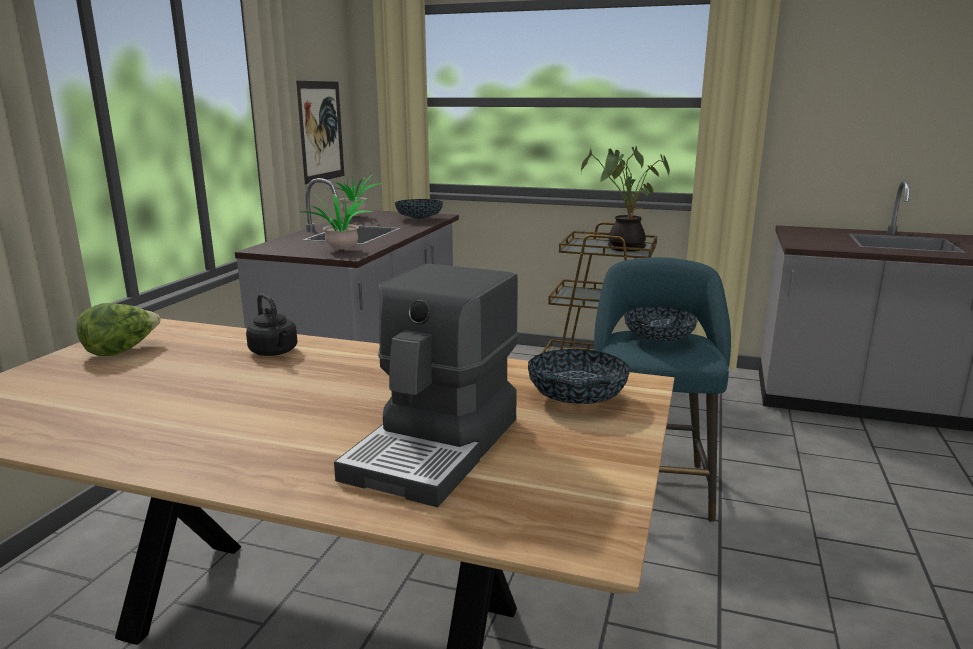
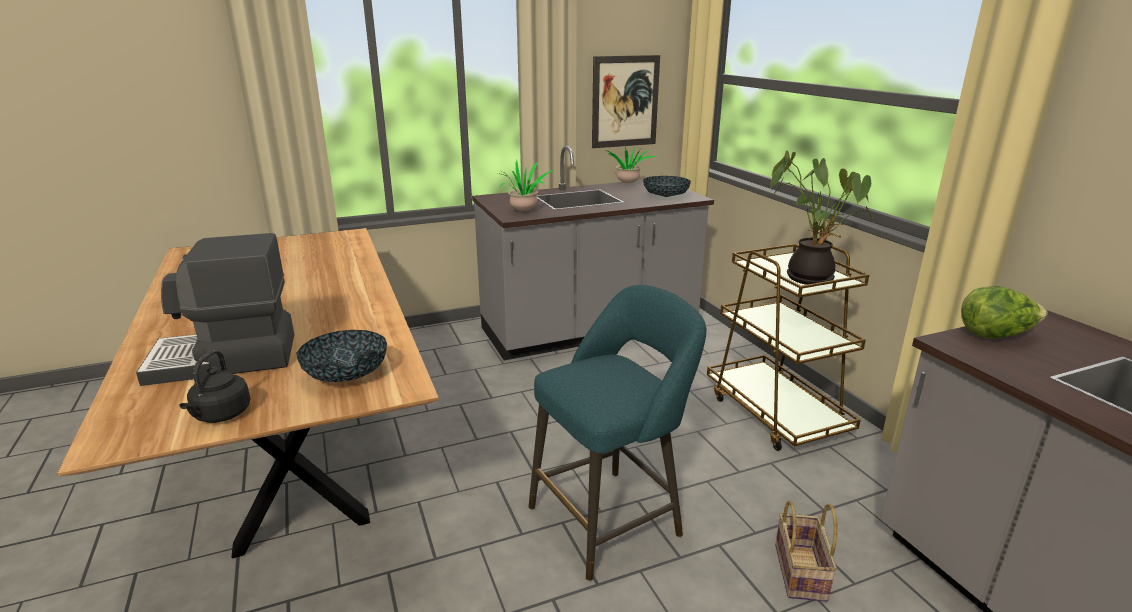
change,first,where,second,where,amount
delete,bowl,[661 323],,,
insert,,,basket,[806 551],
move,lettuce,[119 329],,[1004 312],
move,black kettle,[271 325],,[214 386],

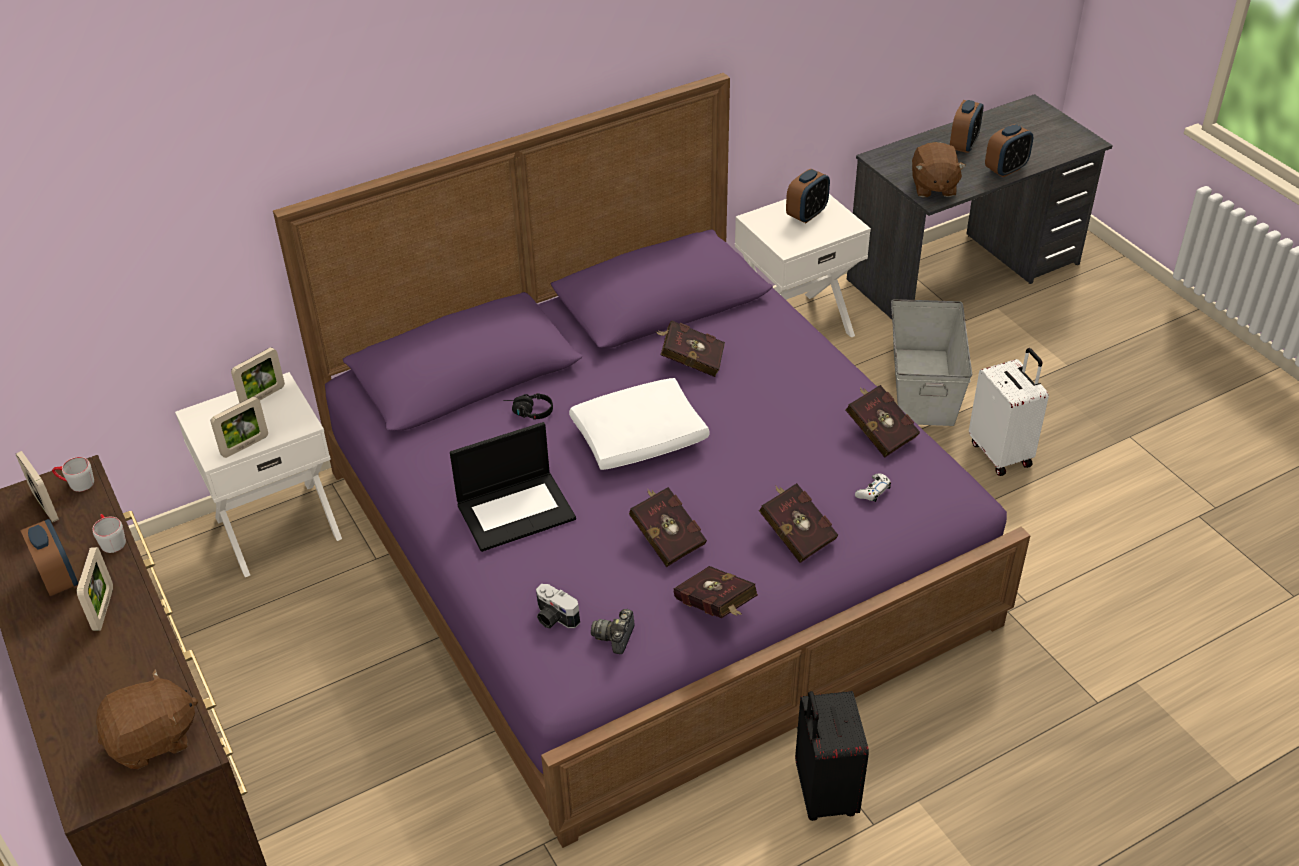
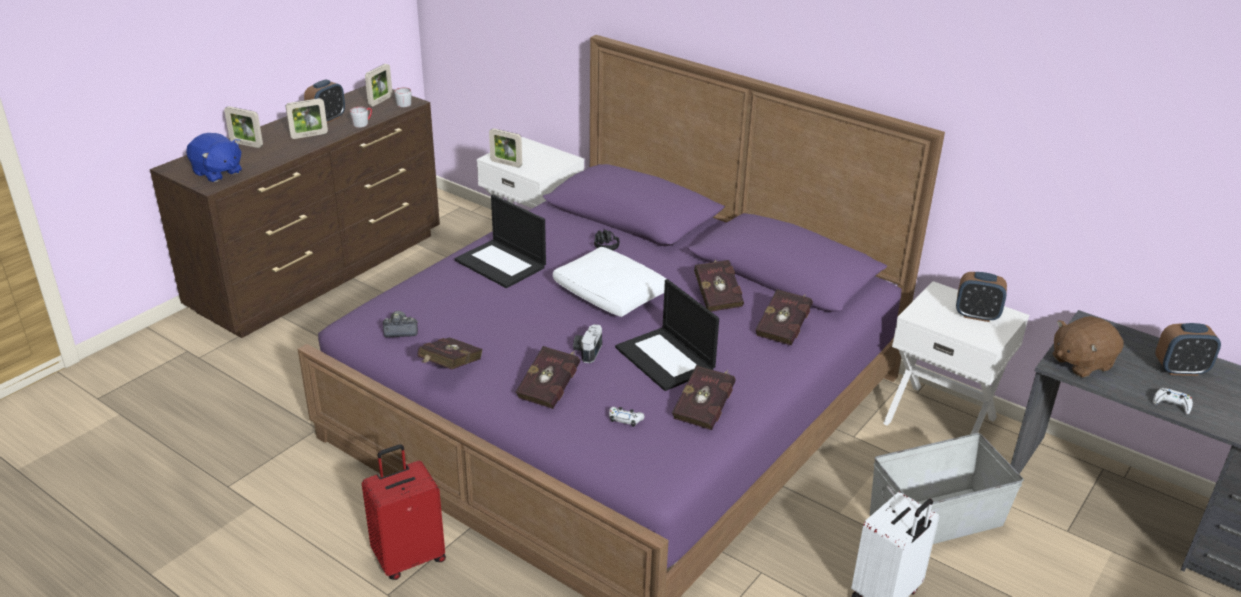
change,first,where,second,where,amount
insert,,,laptop,[667 335],
move,picture frame,[258 375],,[243 127],
move,photo camera,[558 606],,[587 343],
move,red book,[667 527],,[784 317],
replace,alarm clock,[1009 150],white game controller,[1173 401],
recolor,brown plush toy,[147 719],blue plush toy,[214 157],
recolor,black suitcase,[832 756],red suitcase,[404 512],

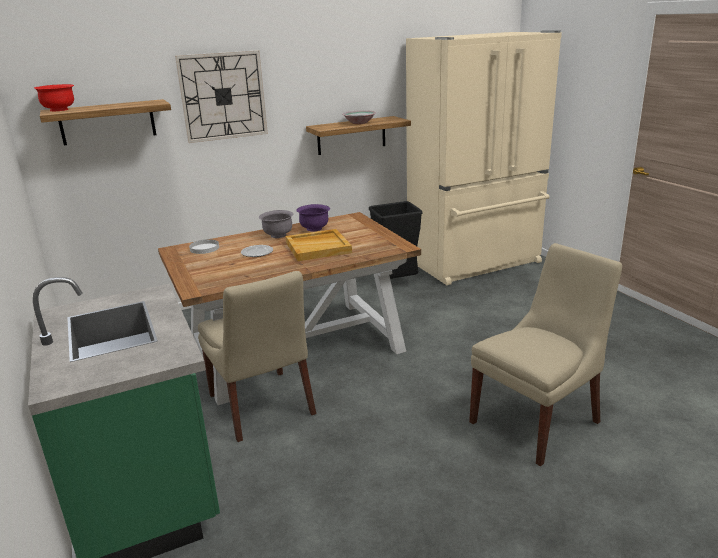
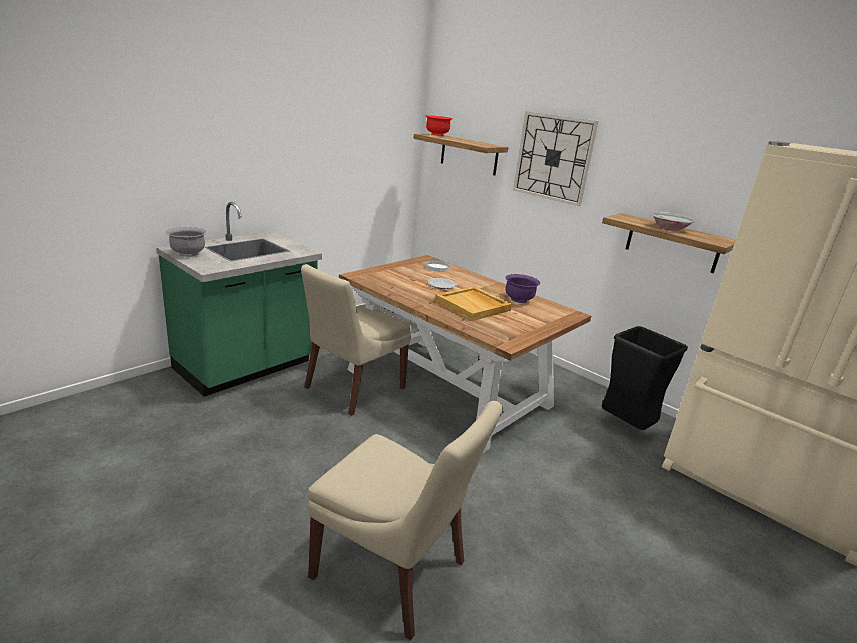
change,first,where,second,where,amount
move,grey bowl,[276 224],,[186 242],

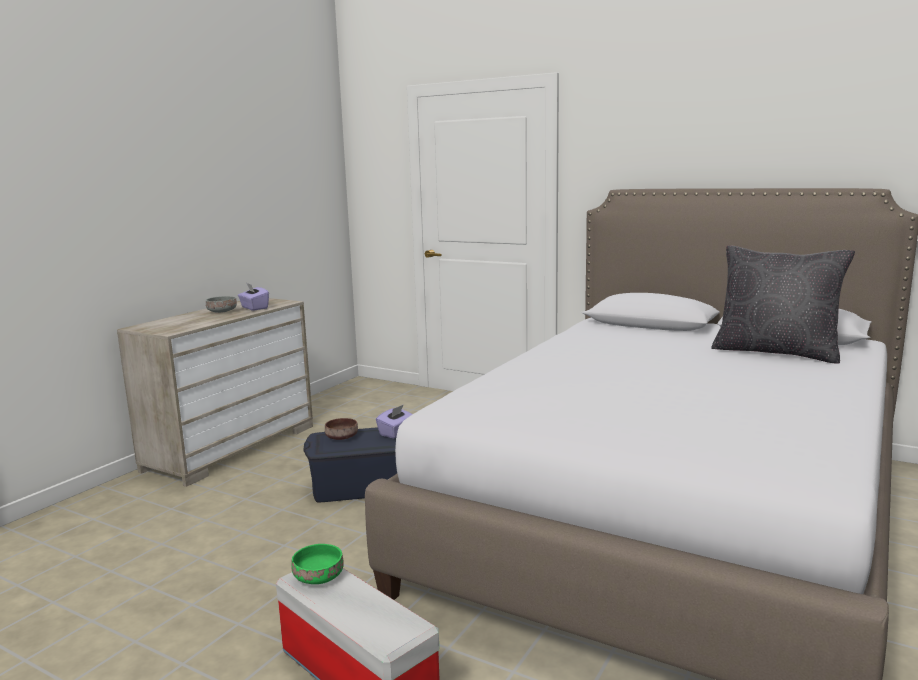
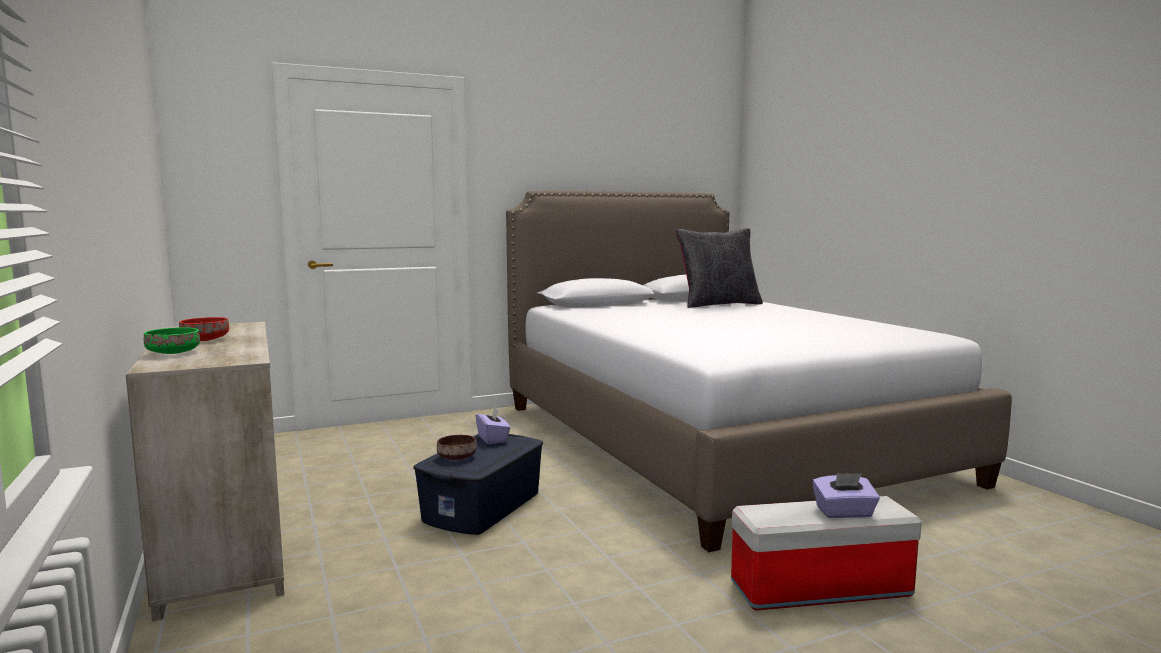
change,first,where,second,where,amount
move,purple tissue box,[253 297],,[846 495],
move,green bowl,[317 564],,[172 341],
recolor,grey bowl,[221 304],red bowl,[204 329],

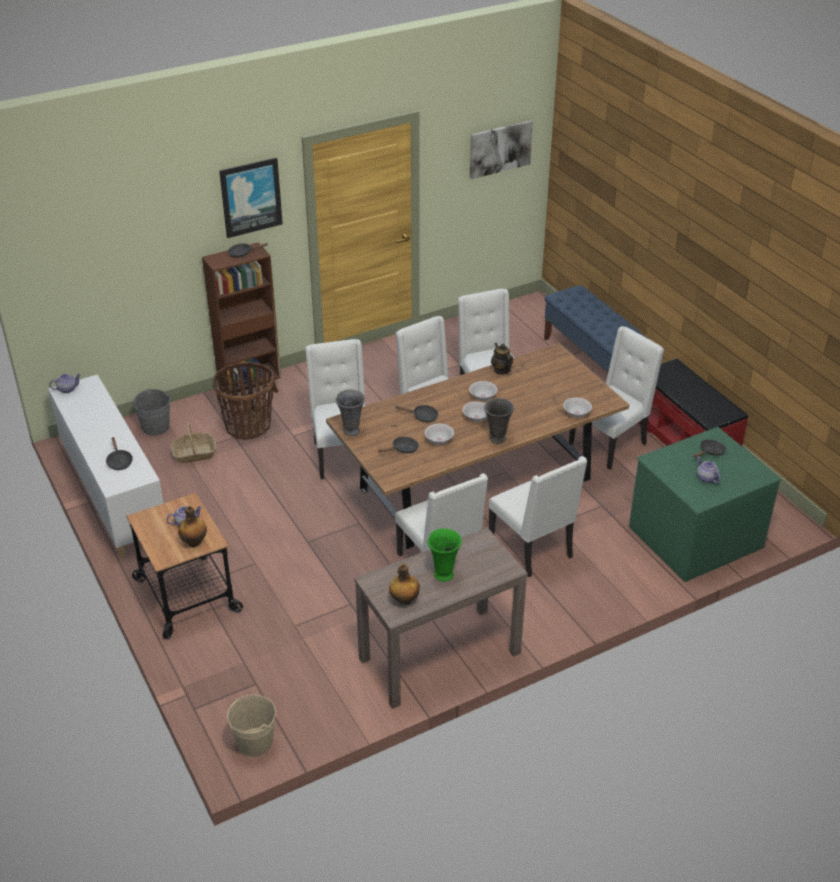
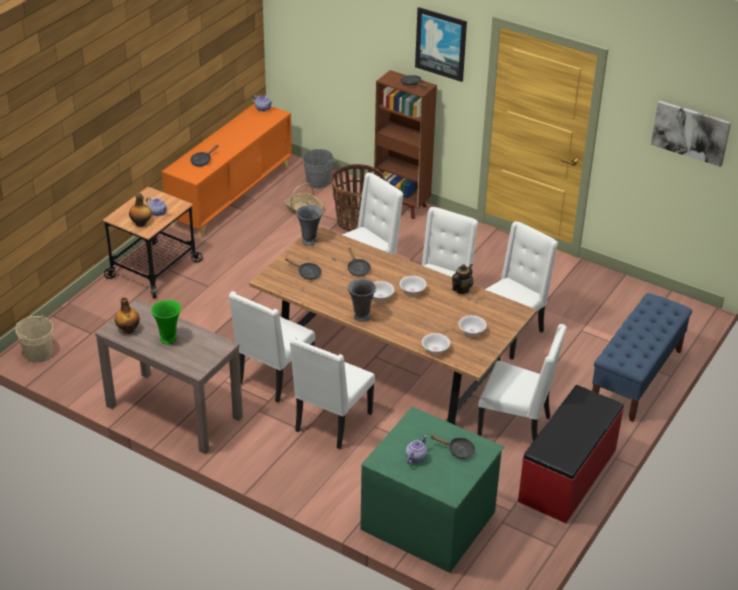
change,first,where,second,where,amount
move,white bowl,[439 434],,[472 325],
recolor,white cabinet,[106 465],orange cabinet,[226 170],

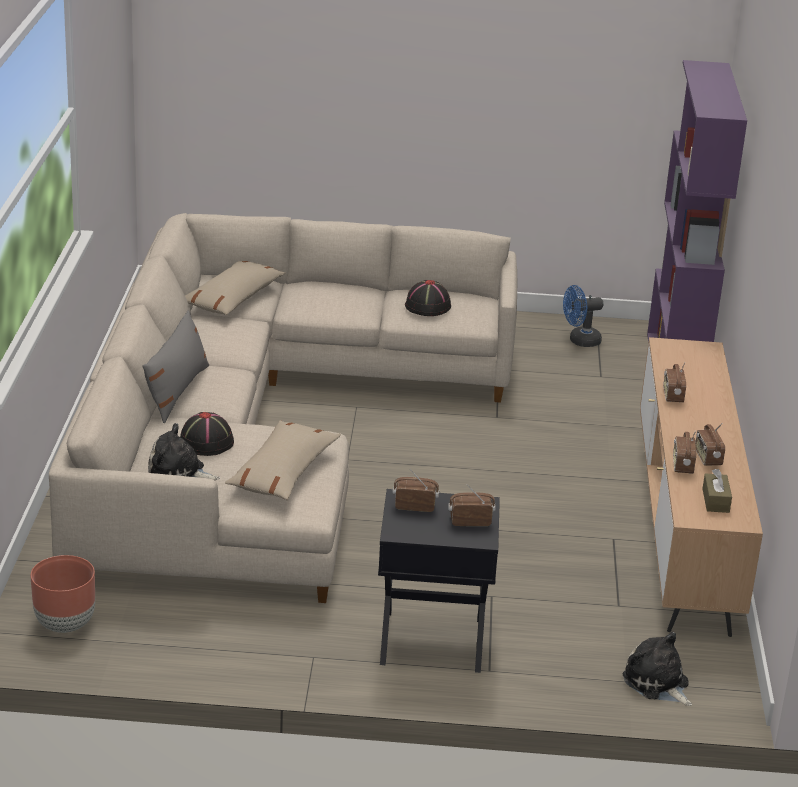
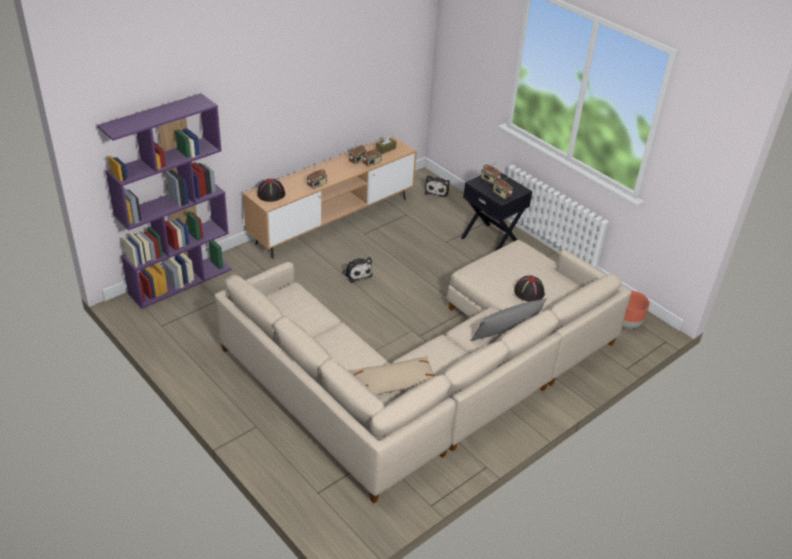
change,first,where,second,where,amount
delete,beige pillow,[283 460],,,
delete,blue fan,[583 316],,,
move,plush toy,[184 451],,[357 270],
move,black hat,[428 298],,[271 190],

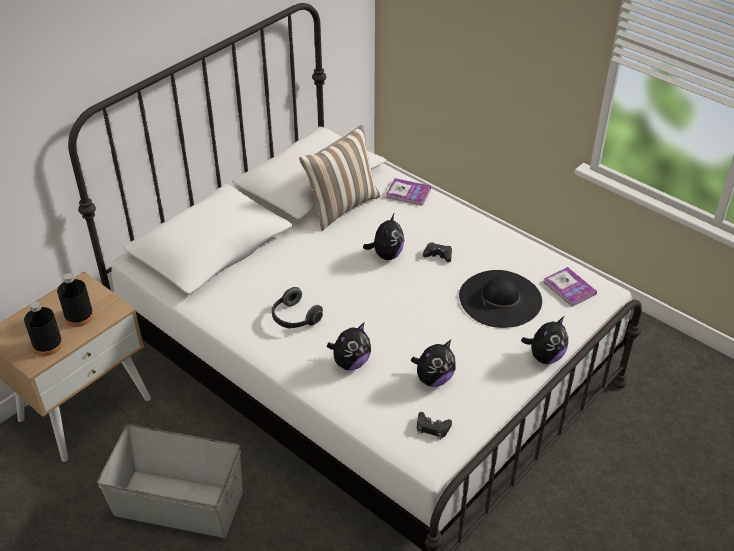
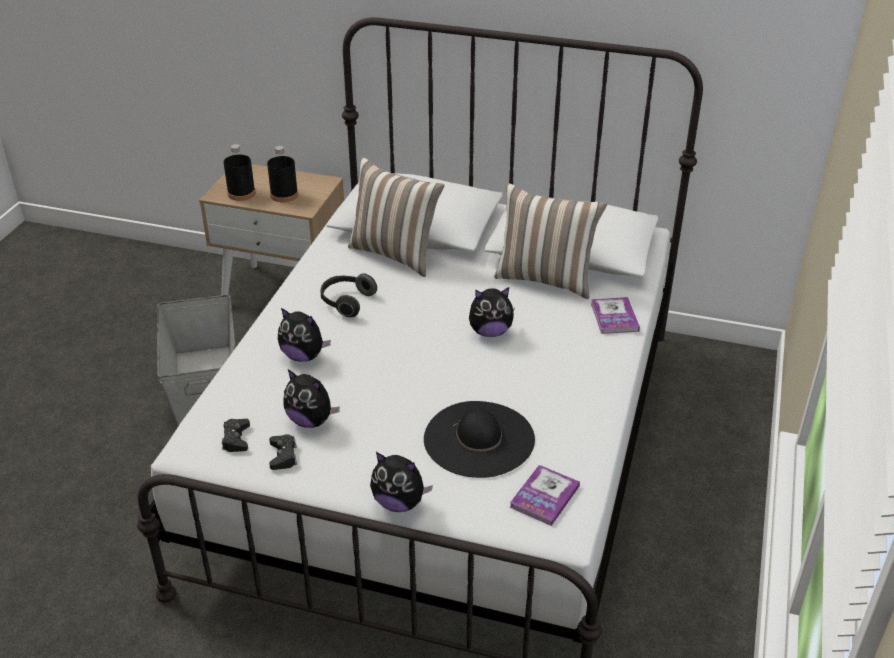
change,first,where,second,where,amount
insert,,,pillow,[396 217],
move,black game controller,[437 252],,[283 452],

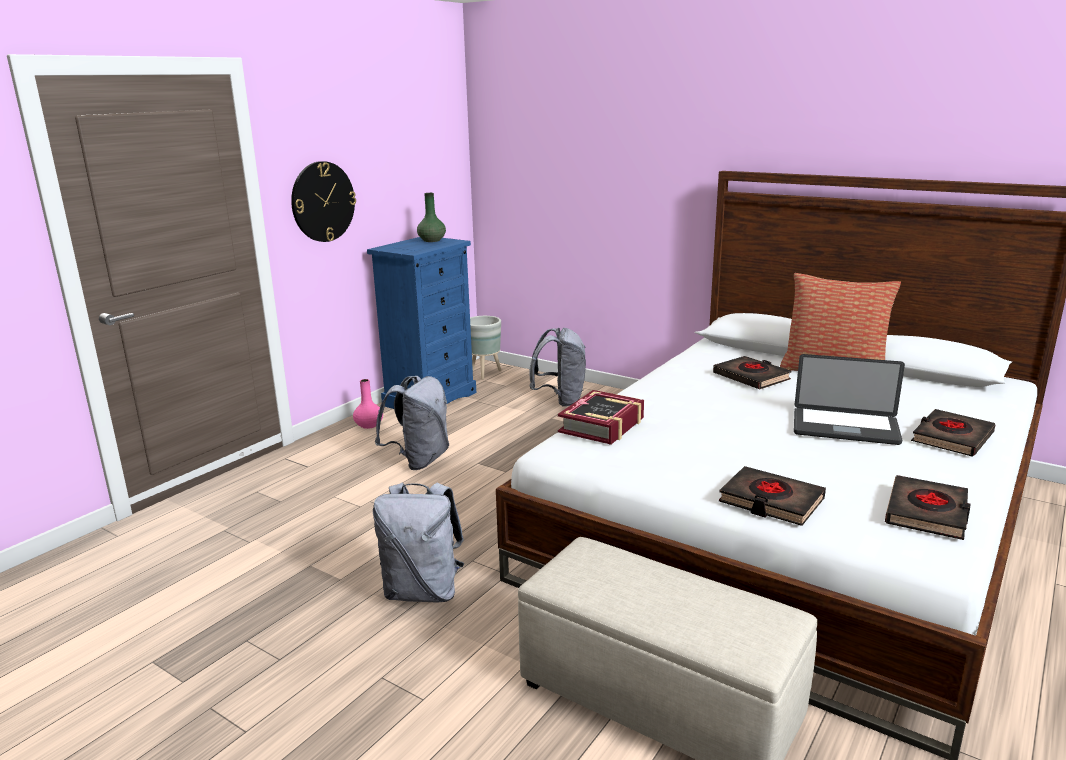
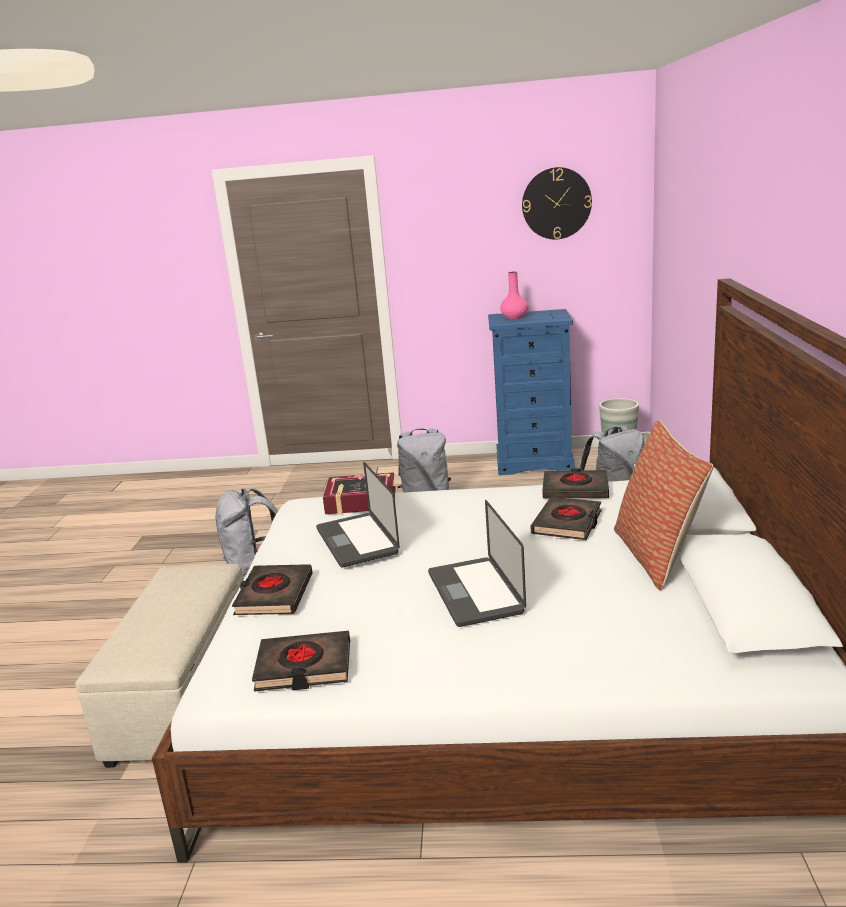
change,first,where,second,where,amount
delete,green vase,[431 217],,,
insert,,,laptop,[358 515],
move,wall clock,[323 201],,[557 203],
move,pink vase,[368 404],,[514 295],
move,black book,[953 432],,[575 483],

